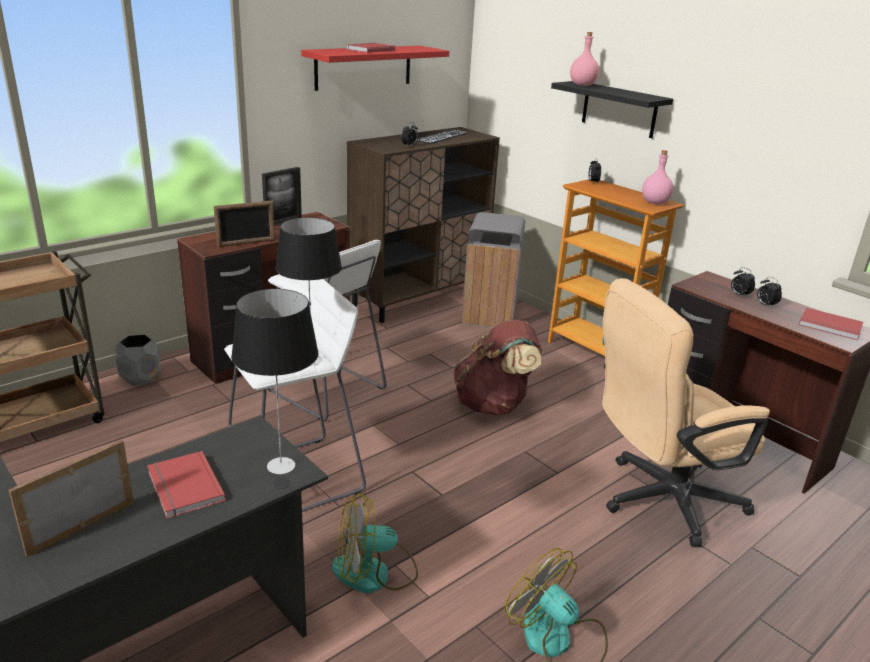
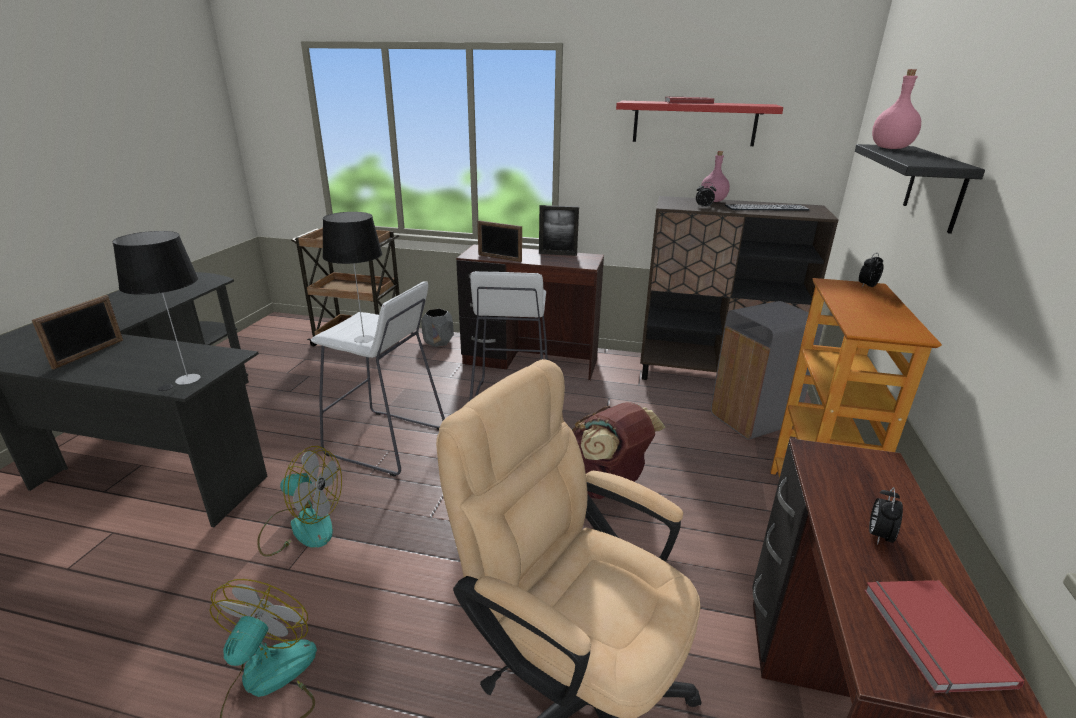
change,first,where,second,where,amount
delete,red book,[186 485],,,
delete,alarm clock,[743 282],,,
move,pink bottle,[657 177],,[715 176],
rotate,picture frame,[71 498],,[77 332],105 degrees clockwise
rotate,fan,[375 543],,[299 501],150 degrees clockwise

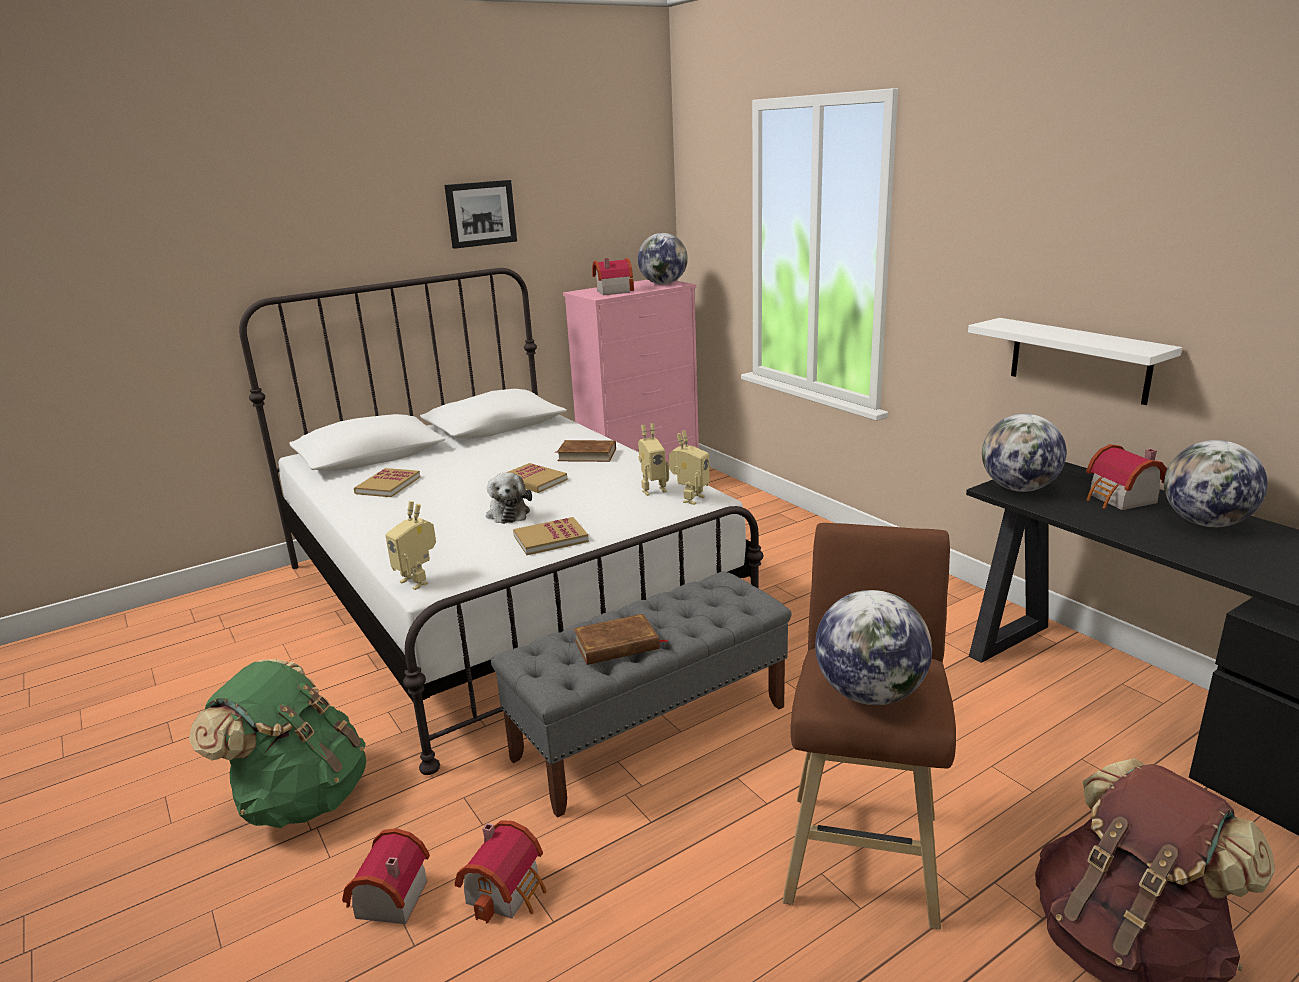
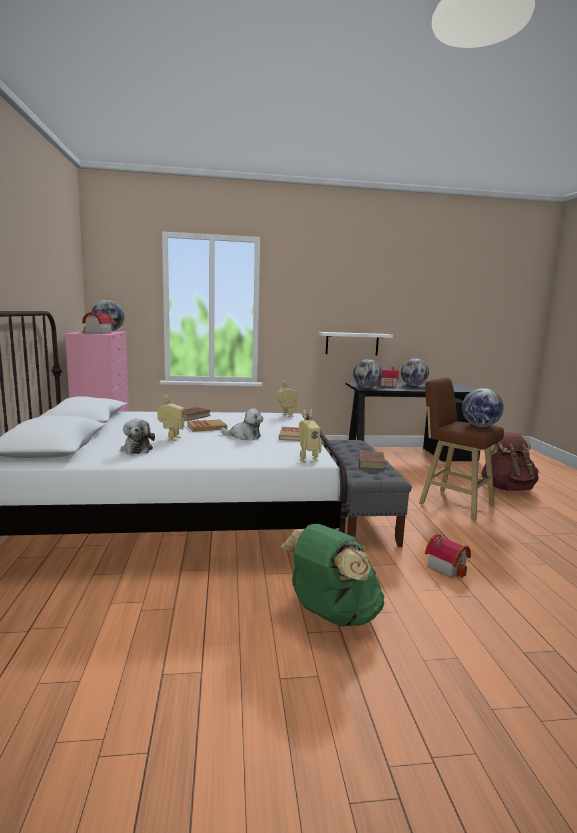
change,first,where,second,where,amount
delete,toy house,[386 876],,,
delete,picture,[480 214],,,
move,toy robot,[653 459],,[170 417],
replace,book,[387 482],plush toy,[138 436],

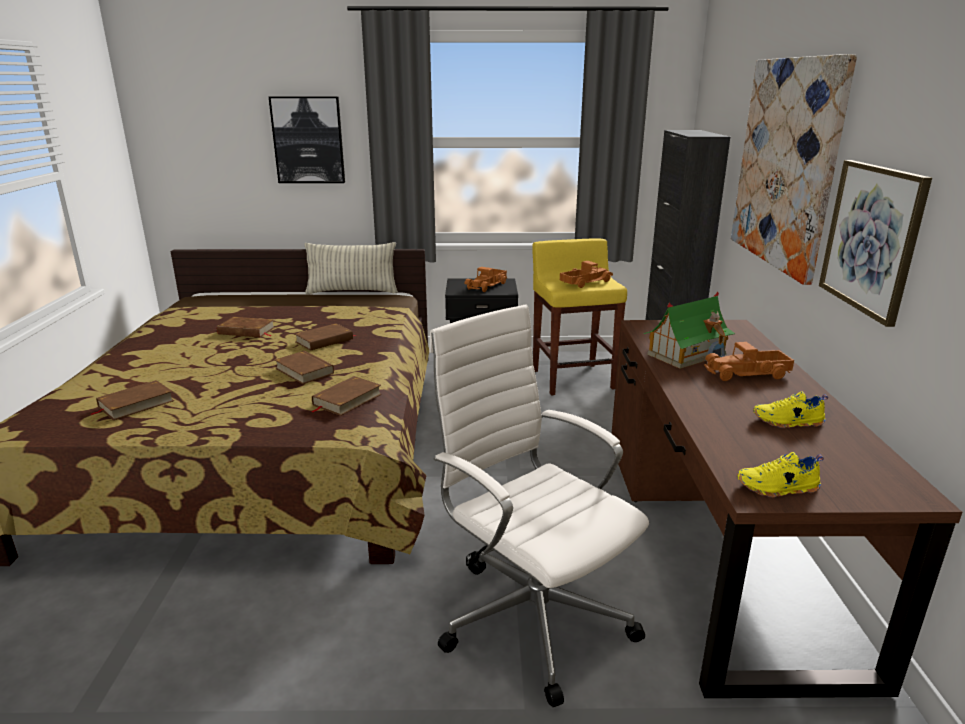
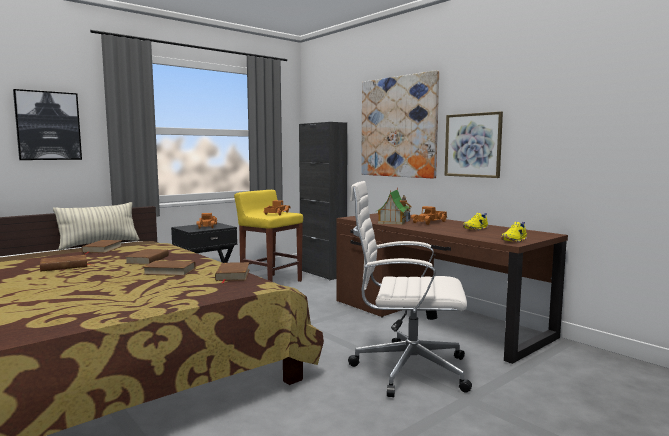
change,first,where,second,where,amount
move,brown book,[132 400],,[102 247],

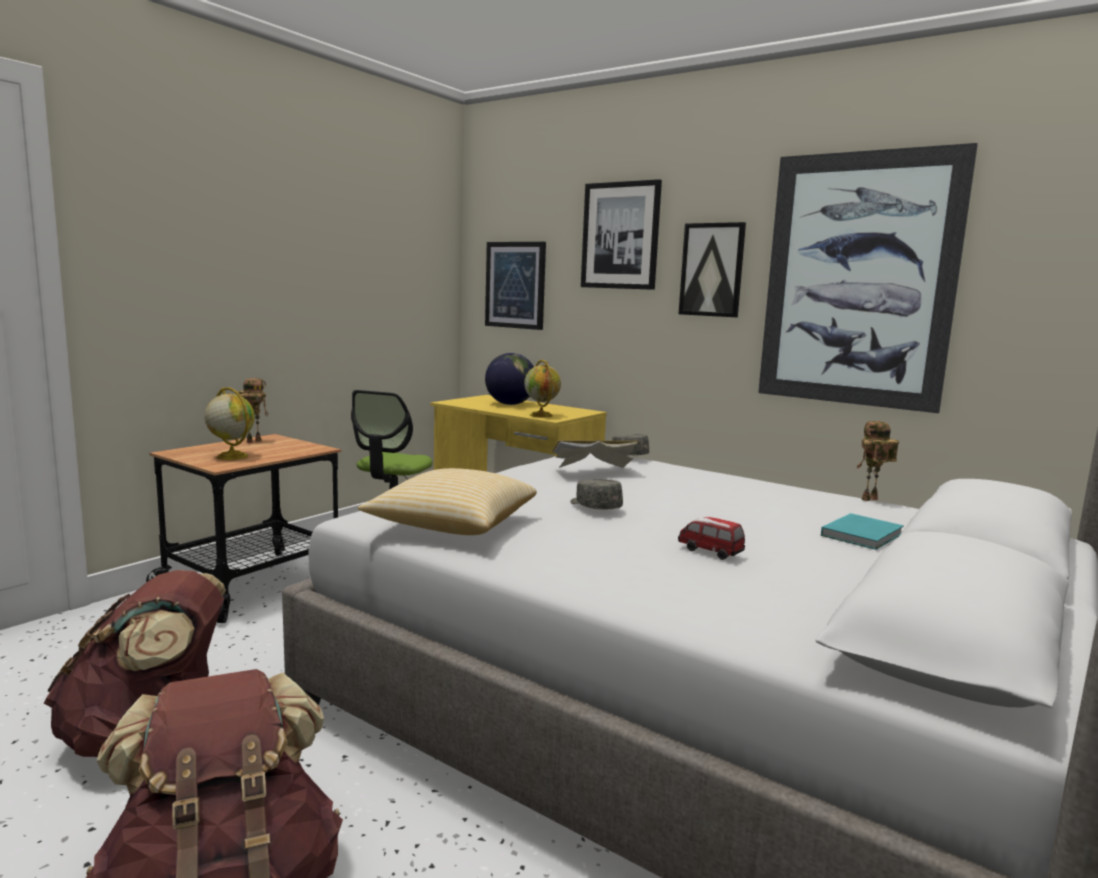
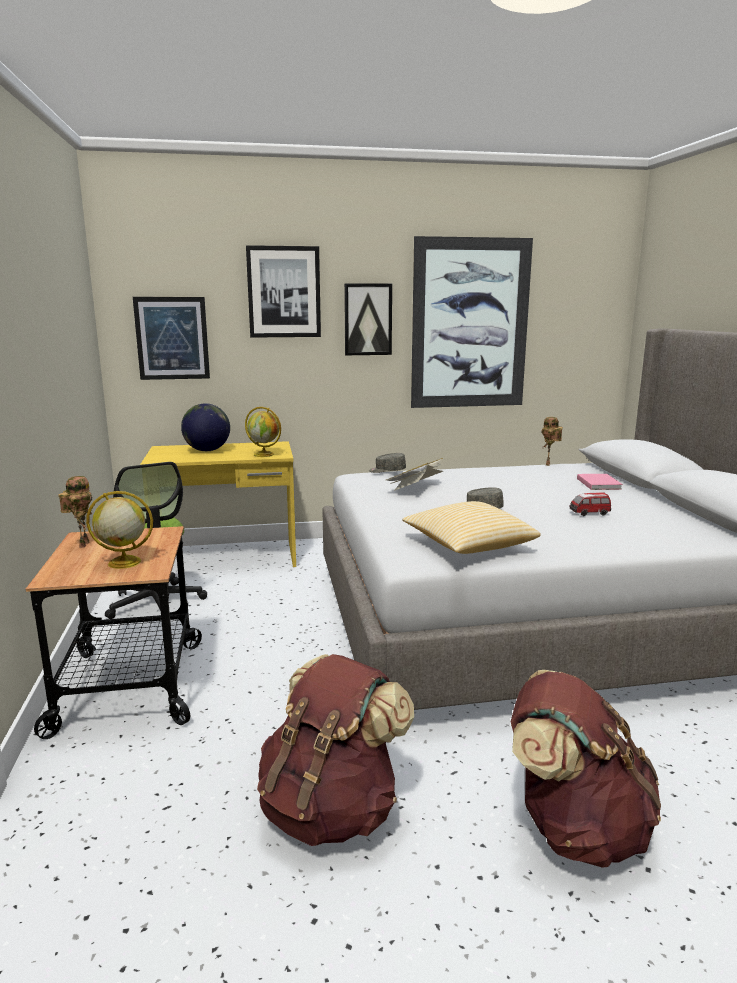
change,first,where,second,where,amount
recolor,turquoise book,[862 531],pink book,[600 482],

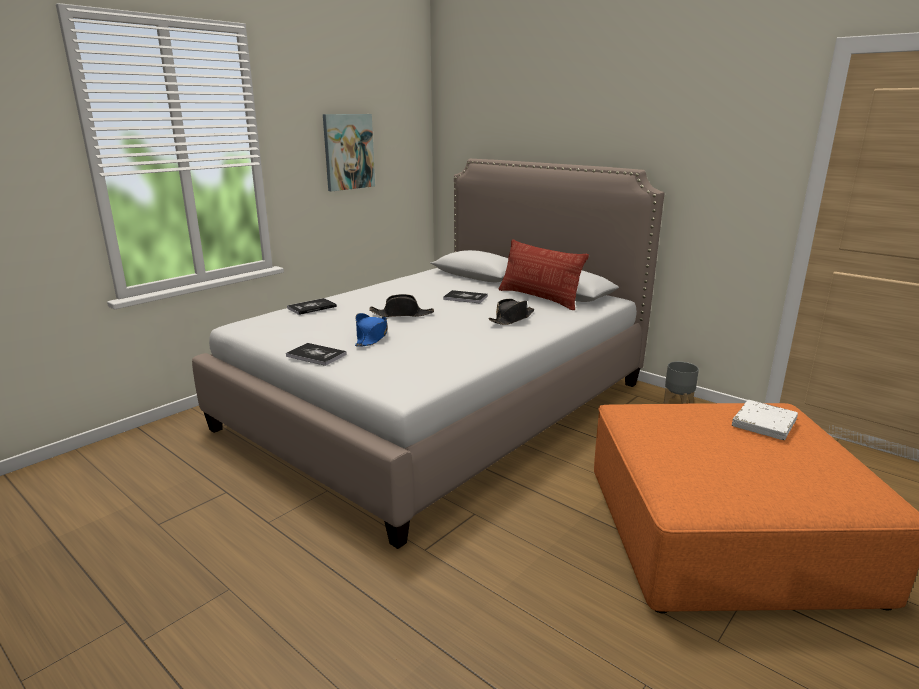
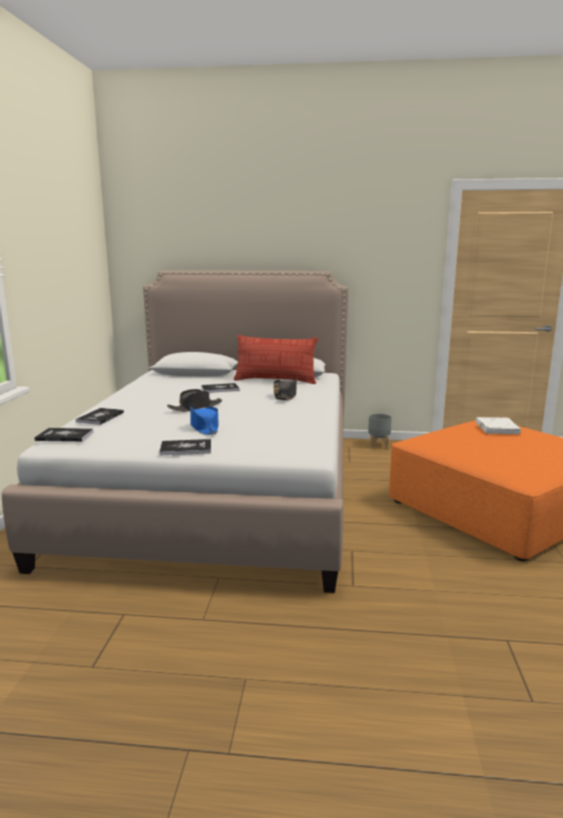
change,first,where,second,where,amount
delete,picture,[349 152],,,
insert,,,book,[64 435],

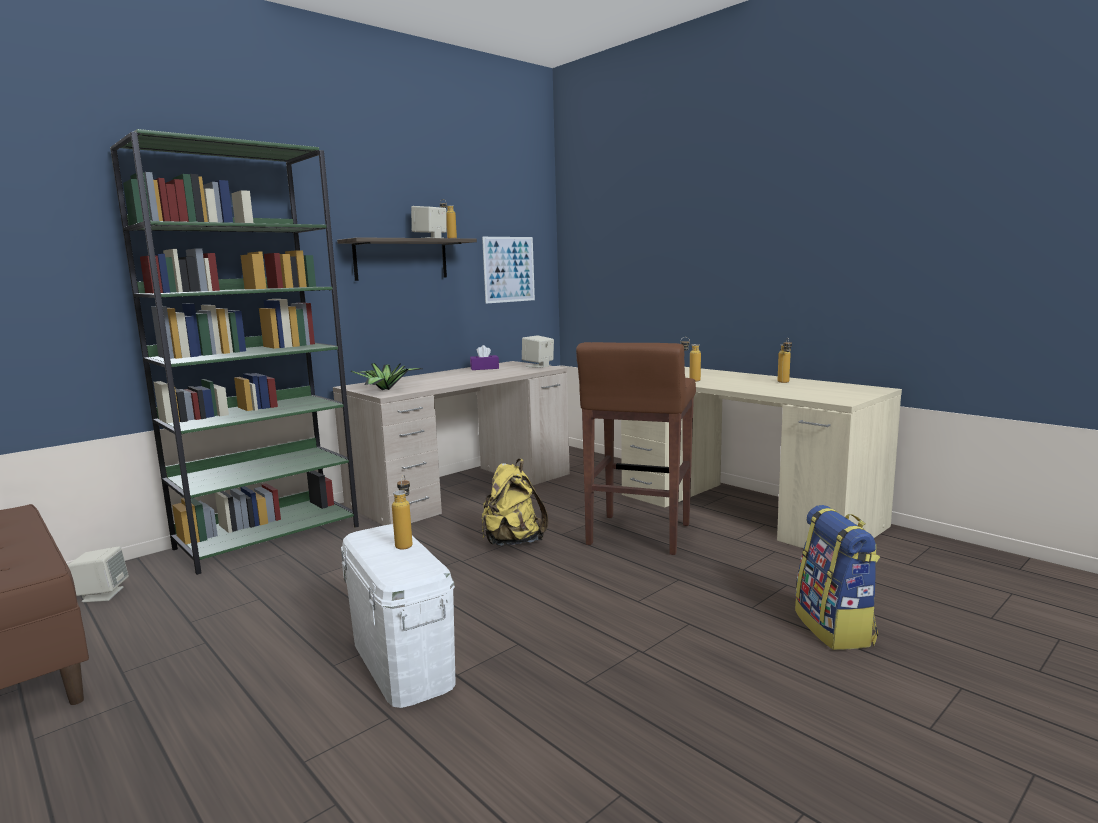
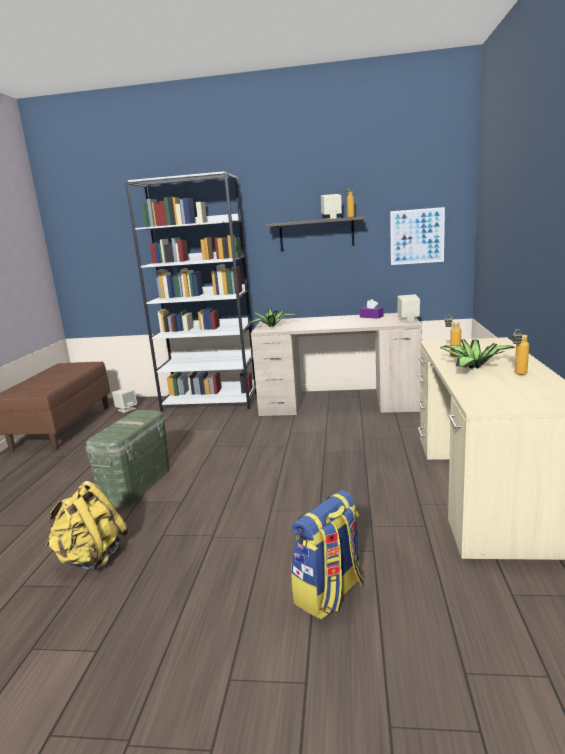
change,first,where,second,where,amount
delete,bottle,[402 512],,,
delete,brown stool,[636 448],,,
insert,,,potted plant,[478 354],
move,yellow backpack,[515 502],,[87 526],
recolor,green bookcase,[234 352],white bookcase,[191 291],
recolor,white storage box,[398 616],green storage box,[127 458],

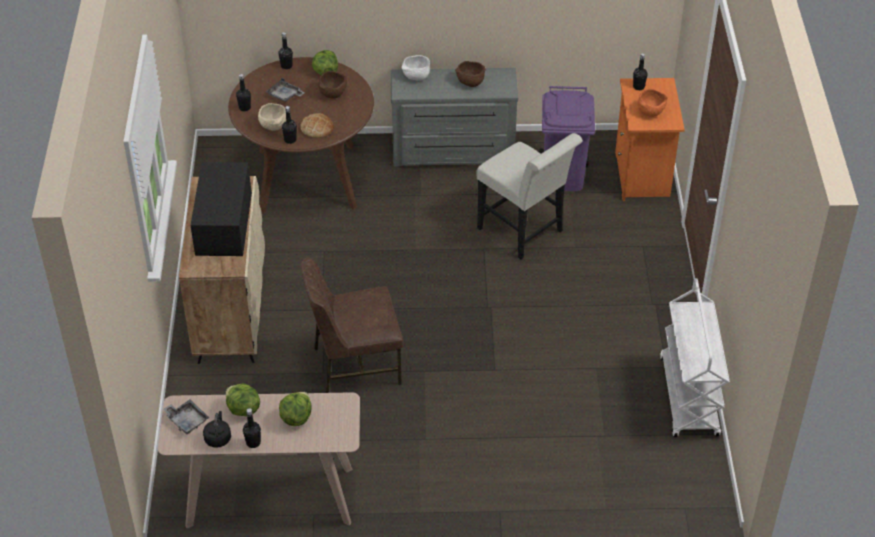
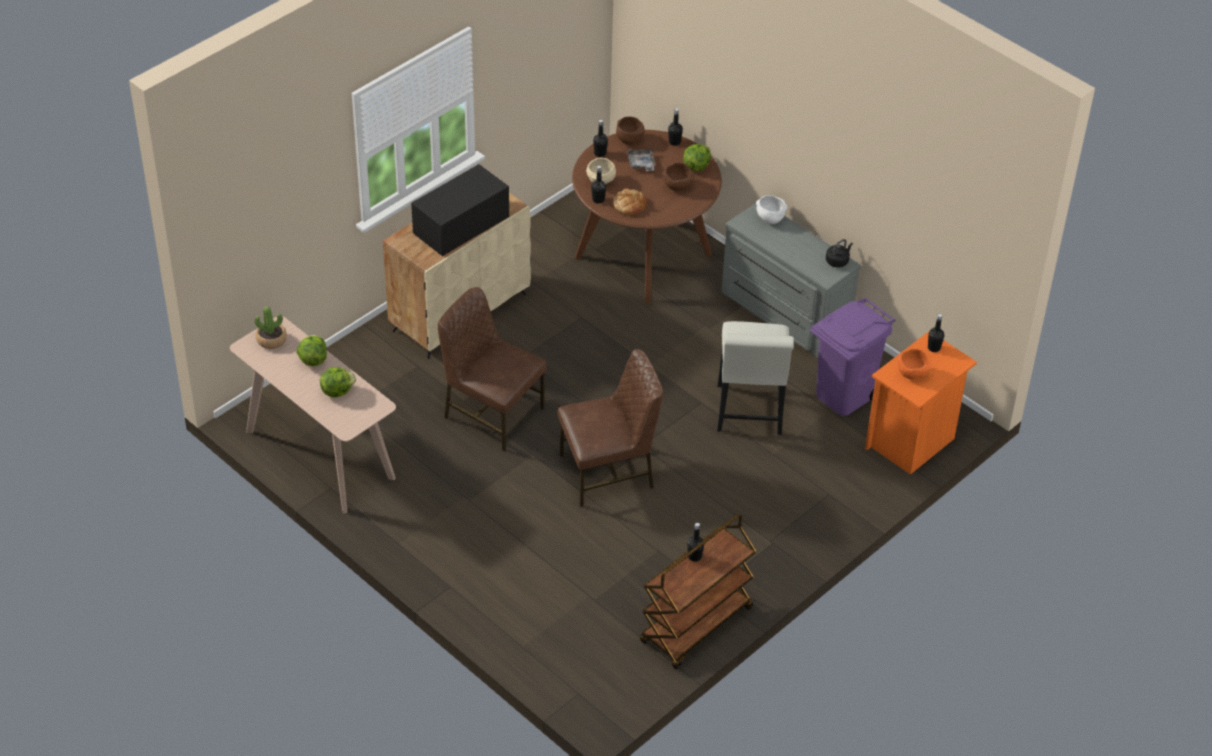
change,first,where,second,where,amount
insert,,,brown chair,[610 428],
move,black kettle,[217 429],,[839 253],
move,black bottle,[252 428],,[695 542],
move,brown bowl,[470 74],,[630 130],
replace,grey tray,[186 417],potted plant,[271 327],
recolor,white cart,[695 357],brown cart,[698 591],

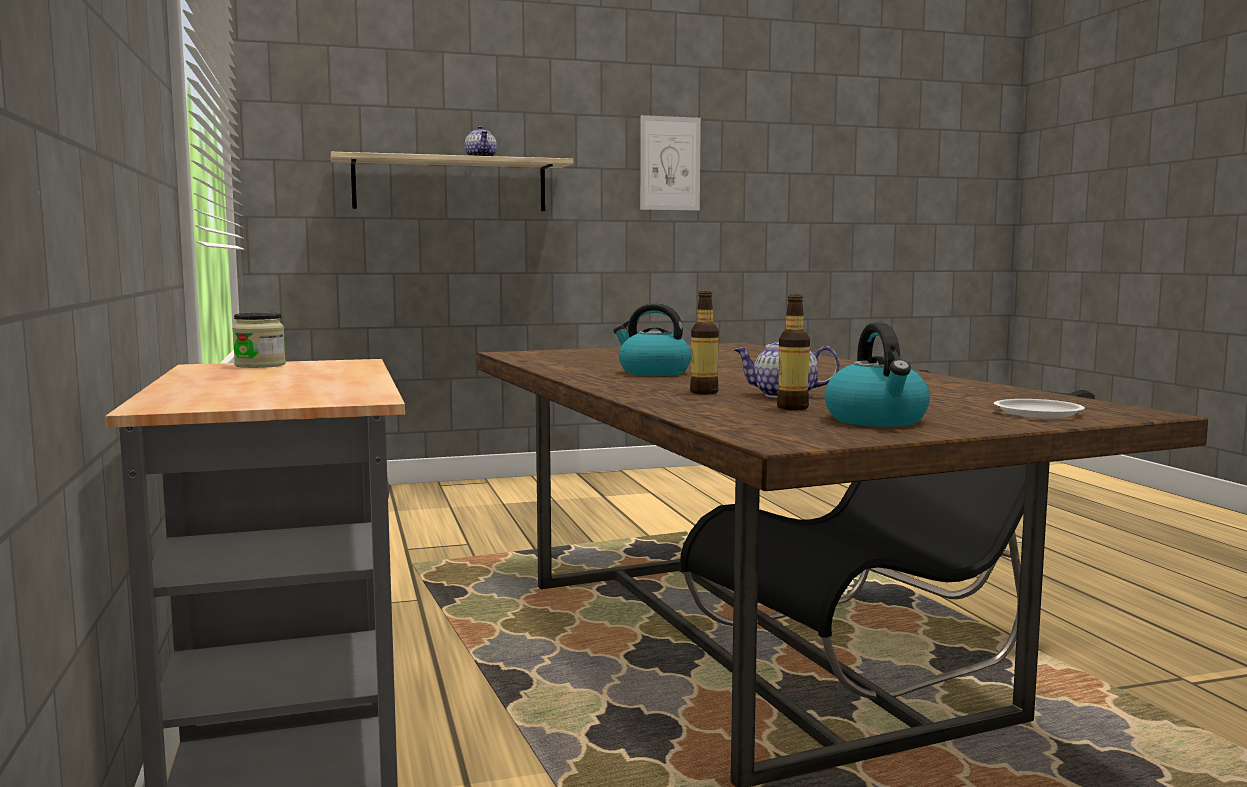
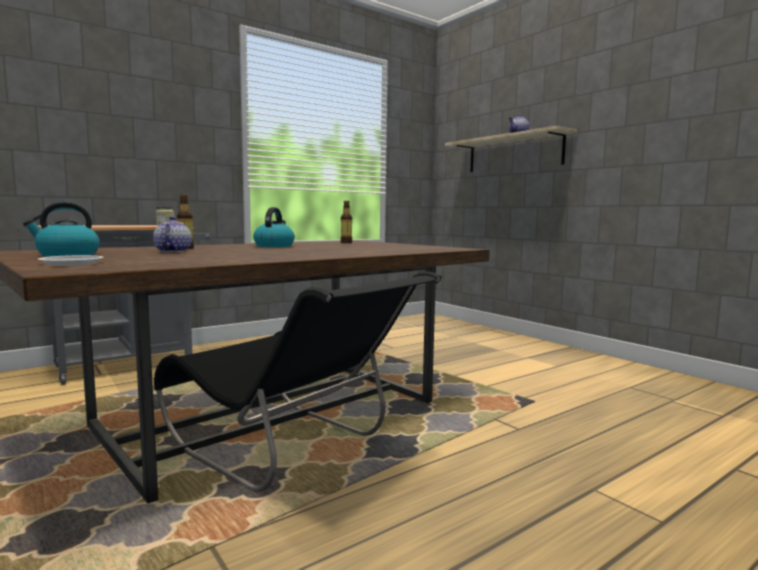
change,first,where,second,where,amount
delete,picture,[670 162],,,
move,bottle,[793 352],,[346 222],

